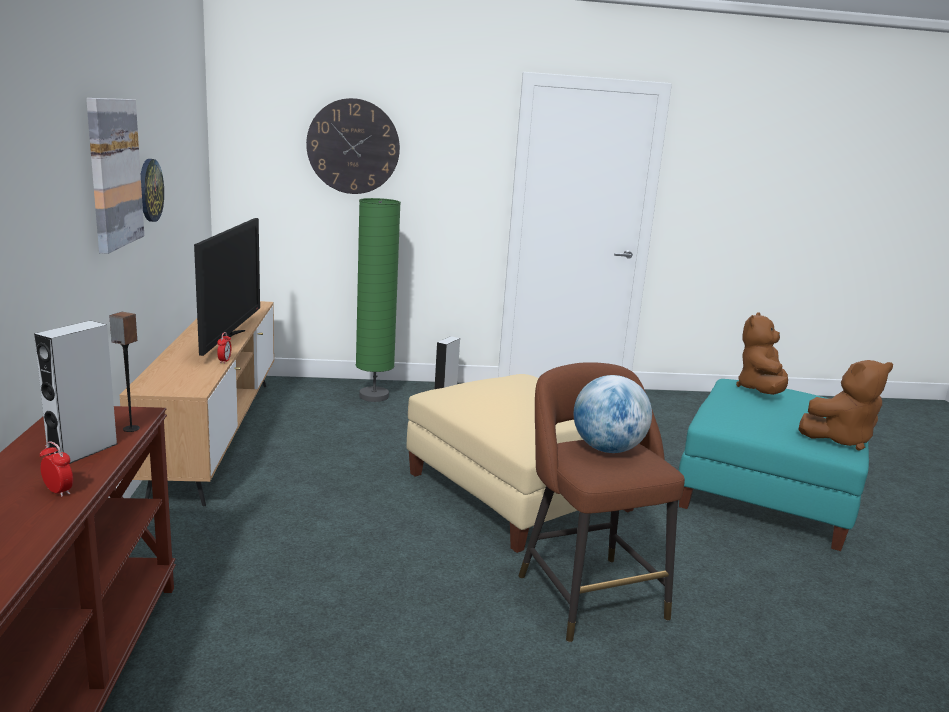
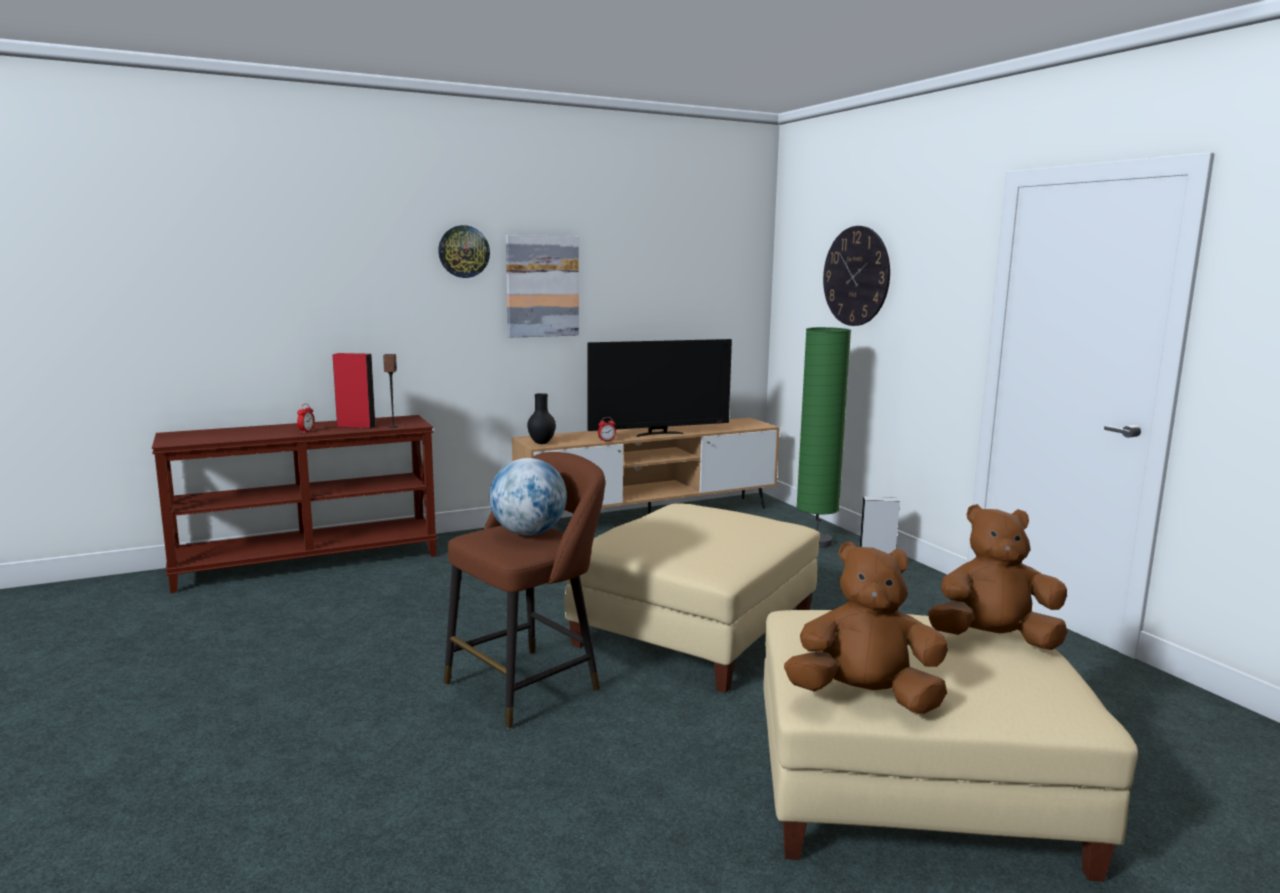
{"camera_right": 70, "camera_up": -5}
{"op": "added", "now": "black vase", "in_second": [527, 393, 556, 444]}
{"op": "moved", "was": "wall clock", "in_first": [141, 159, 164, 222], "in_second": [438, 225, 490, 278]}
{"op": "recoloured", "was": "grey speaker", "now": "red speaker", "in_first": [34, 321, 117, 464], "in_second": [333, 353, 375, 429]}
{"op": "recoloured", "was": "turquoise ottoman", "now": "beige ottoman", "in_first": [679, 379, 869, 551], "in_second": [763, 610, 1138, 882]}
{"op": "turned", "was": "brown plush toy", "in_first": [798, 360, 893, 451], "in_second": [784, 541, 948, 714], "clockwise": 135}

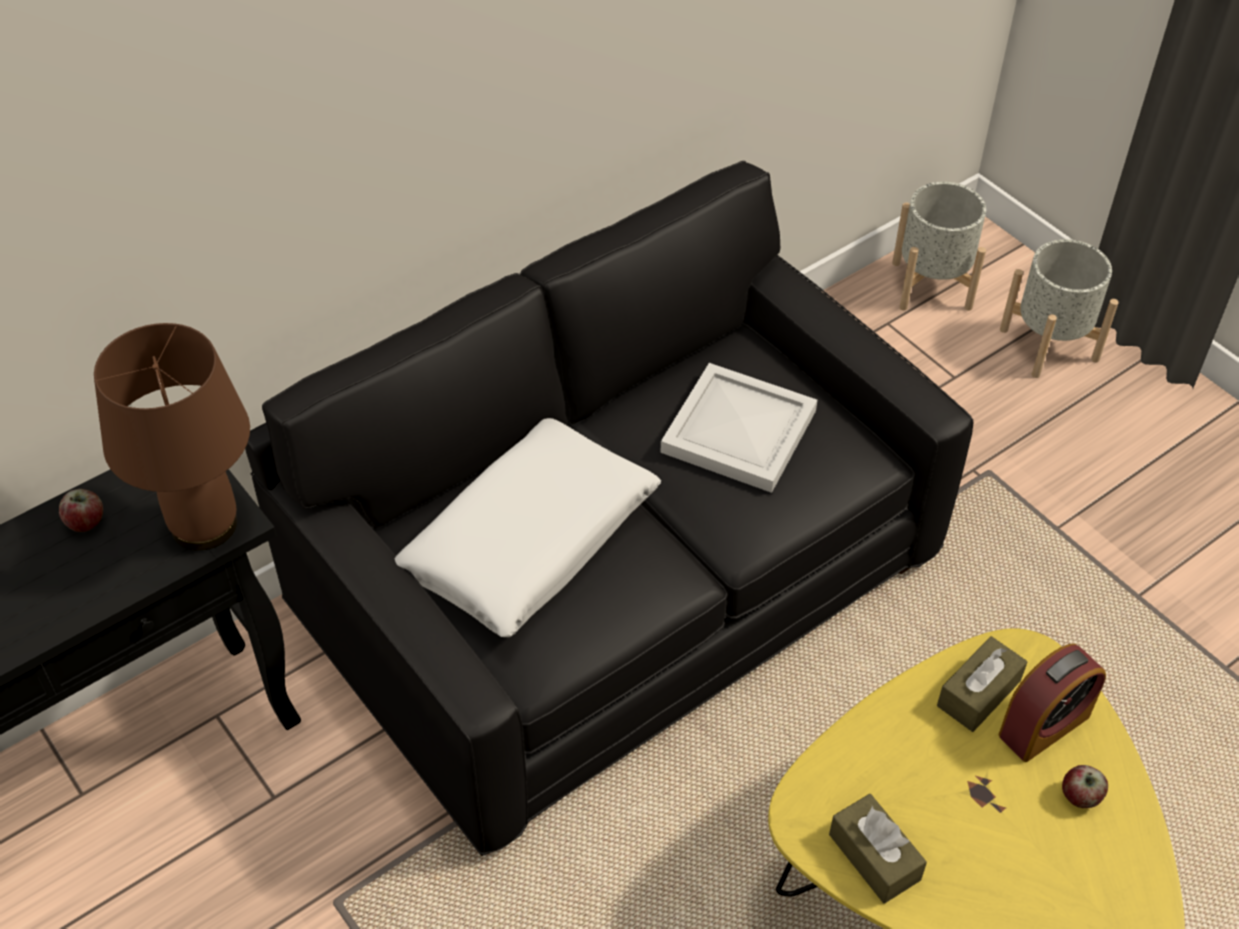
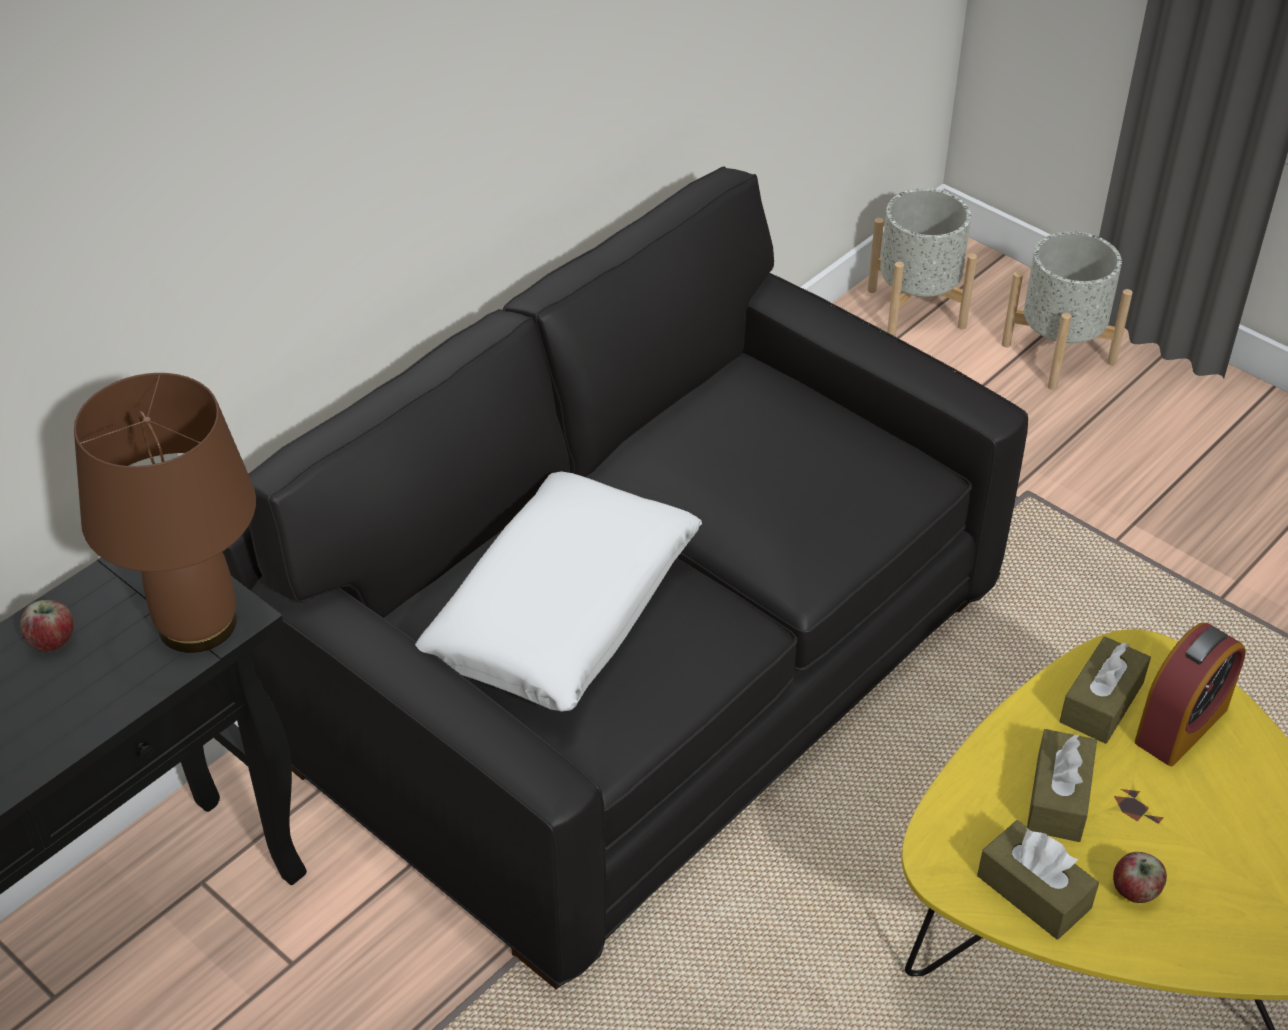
{"camera_right": -10, "camera_up": -5}
{"op": "removed", "was": "white tray", "in_first": [660, 363, 817, 493]}
{"op": "added", "now": "brown tissue box", "in_second": [1027, 729, 1097, 842]}
{"op": "moved", "was": "apple", "in_first": [1062, 765, 1108, 808], "in_second": [1113, 852, 1167, 903]}

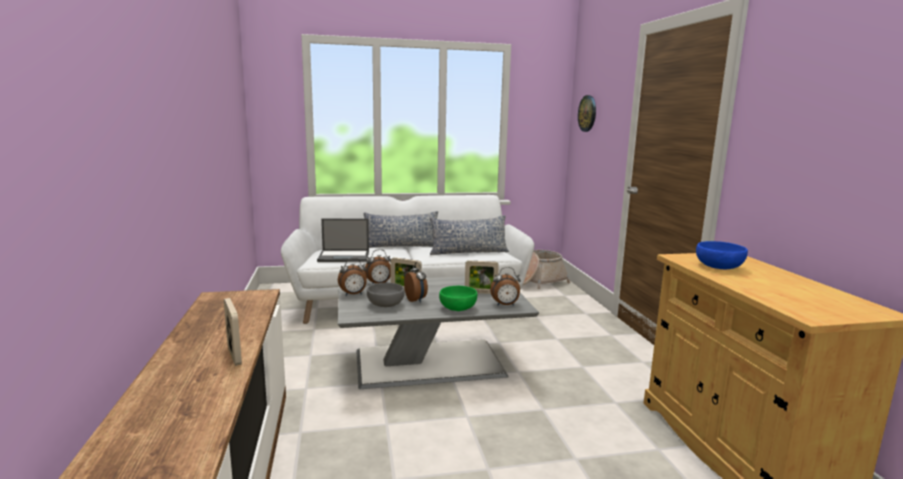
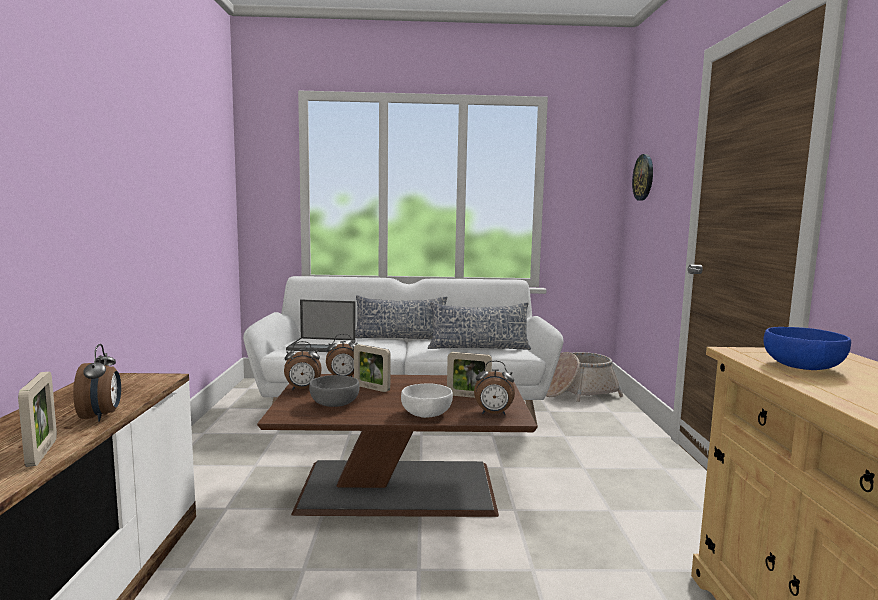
{"camera_right": 10, "camera_up": -5}
{"op": "moved", "was": "alarm clock", "in_first": [404, 262, 428, 303], "in_second": [73, 344, 121, 422]}
{"op": "recoloured", "was": "grey coffee table", "now": "brown coffee table", "in_first": [338, 276, 539, 389], "in_second": [257, 374, 537, 517]}
{"op": "recoloured", "was": "green bowl", "now": "white bowl", "in_first": [439, 286, 477, 311], "in_second": [401, 383, 453, 418]}

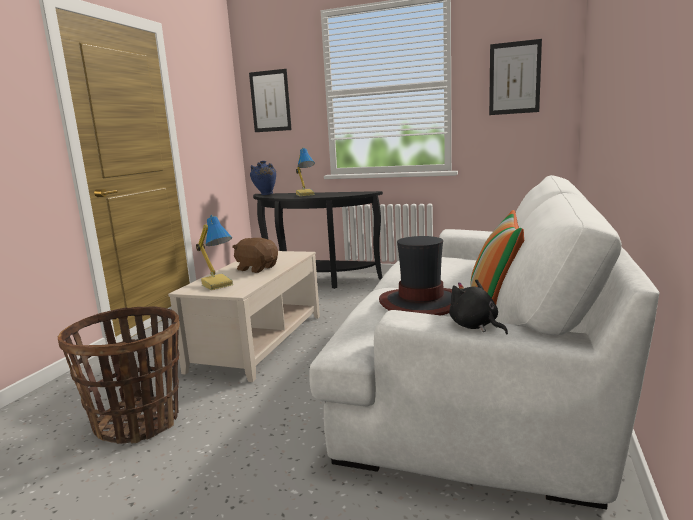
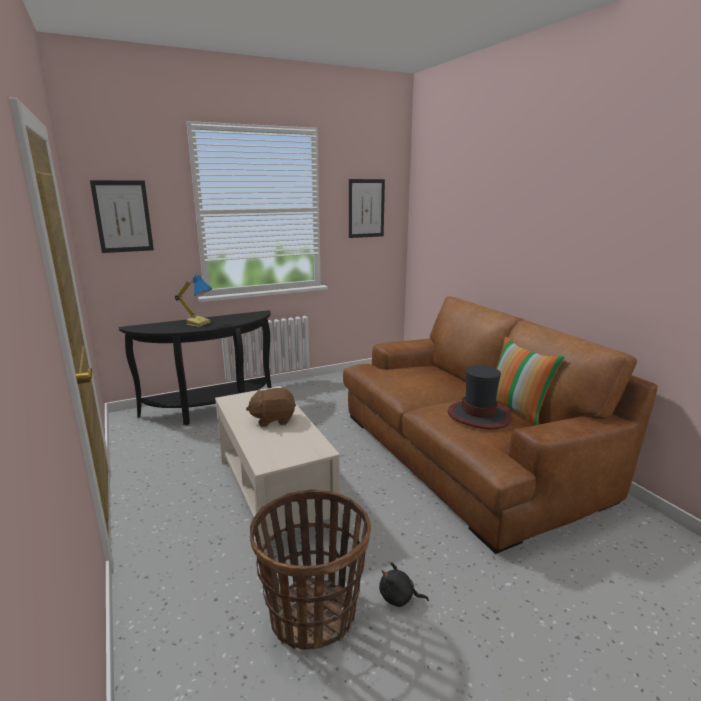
{"camera_right": -45, "camera_up": 5}
{"op": "removed", "was": "table lamp", "in_first": [196, 215, 234, 290]}
{"op": "removed", "was": "blue vase", "in_first": [250, 161, 276, 195]}
{"op": "moved", "was": "black plush toy", "in_first": [449, 279, 508, 334], "in_second": [379, 562, 429, 607]}
{"op": "recoloured", "was": "white sofa", "now": "brown sofa", "in_first": [309, 175, 660, 510], "in_second": [343, 296, 658, 554]}

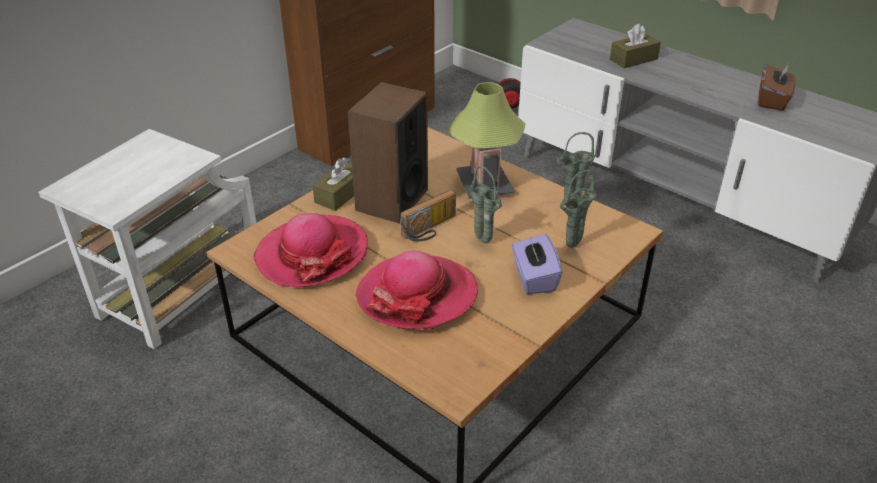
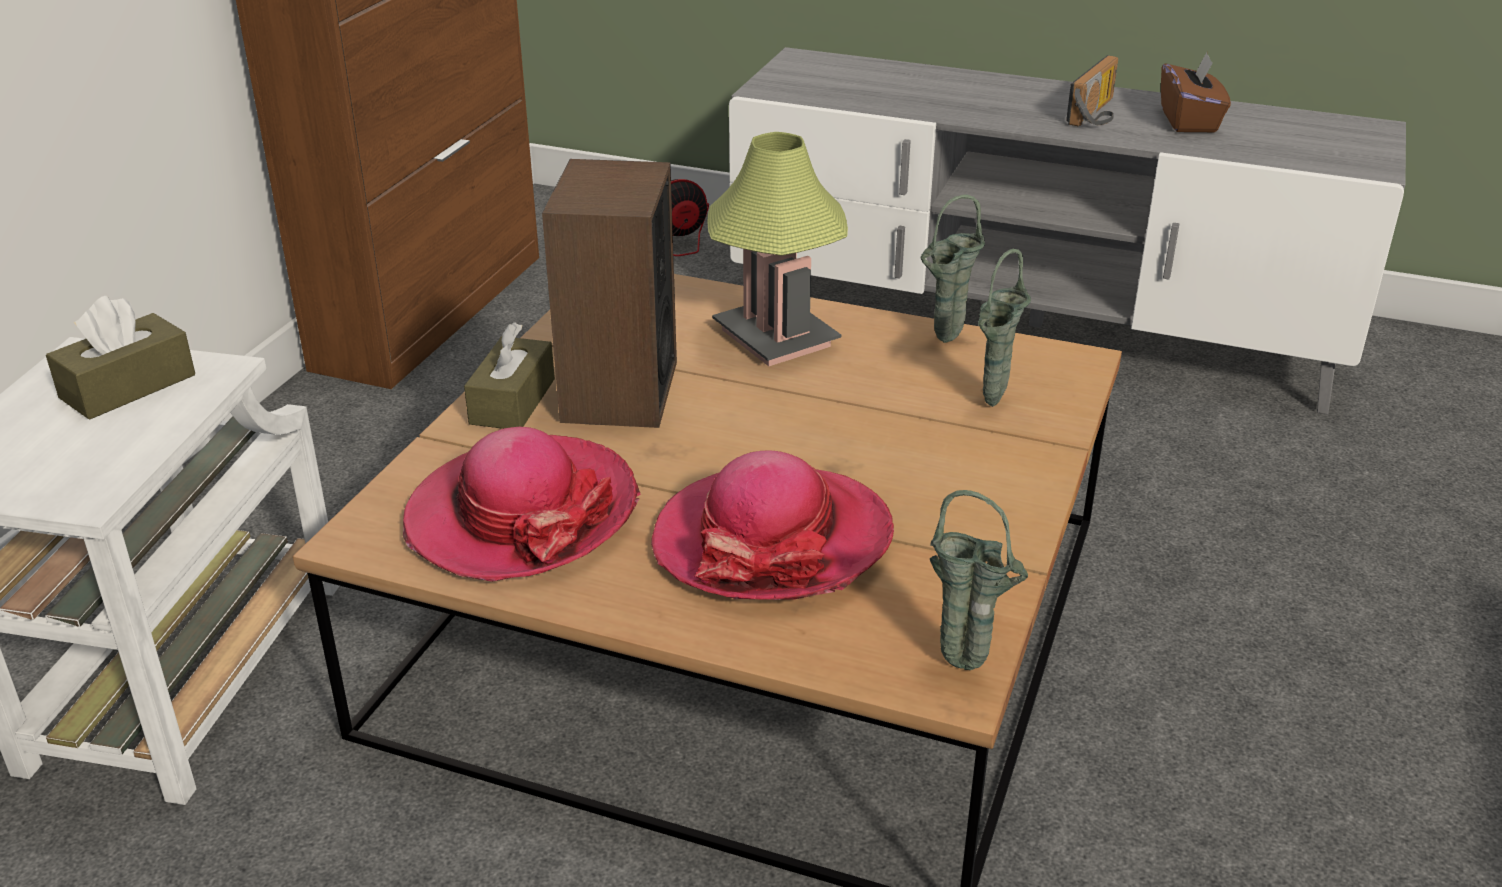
{"camera_right": -20, "camera_up": -5}
{"op": "removed", "was": "purple tissue box", "in_first": [512, 234, 562, 294]}
{"op": "moved", "was": "radio", "in_first": [400, 190, 456, 242], "in_second": [1066, 55, 1118, 126]}
{"op": "moved", "was": "green vase", "in_first": [470, 165, 502, 243], "in_second": [930, 490, 1028, 670]}
{"op": "moved", "was": "brown tissue box", "in_first": [610, 24, 661, 68], "in_second": [46, 296, 195, 420]}

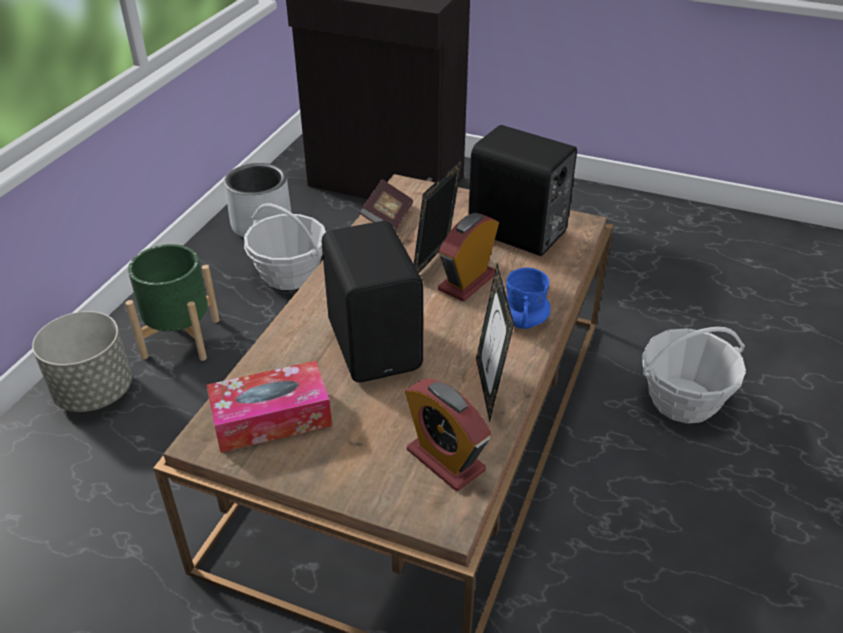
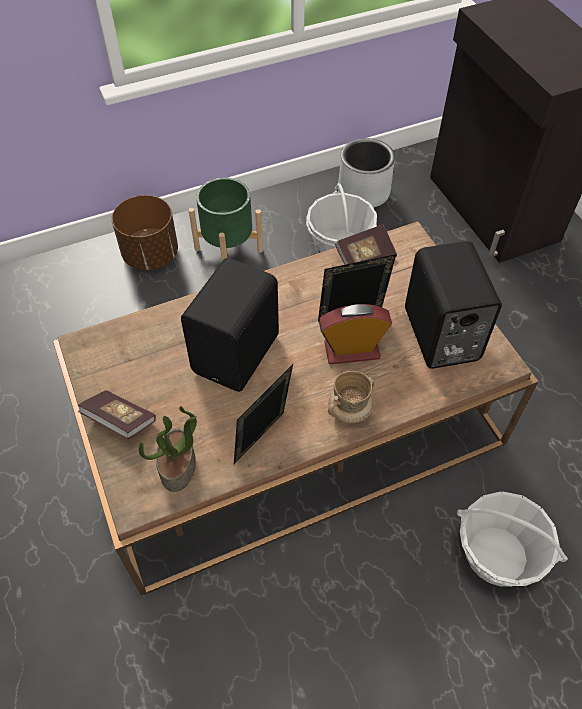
{"camera_right": 45, "camera_up": 15}
{"op": "removed", "was": "tissue box", "in_first": [207, 361, 332, 453]}
{"op": "added", "now": "book", "in_second": [78, 390, 156, 439]}
{"op": "replaced", "was": "alarm clock", "now": "potted plant", "in_first": [405, 379, 491, 491], "in_second": [139, 406, 197, 492]}
{"op": "recoloured", "was": "grey planter", "now": "brown planter", "in_first": [32, 311, 132, 412], "in_second": [112, 195, 178, 270]}
{"op": "recoloured", "was": "blue mug", "now": "beige mug", "in_first": [506, 268, 551, 329], "in_second": [328, 371, 375, 423]}

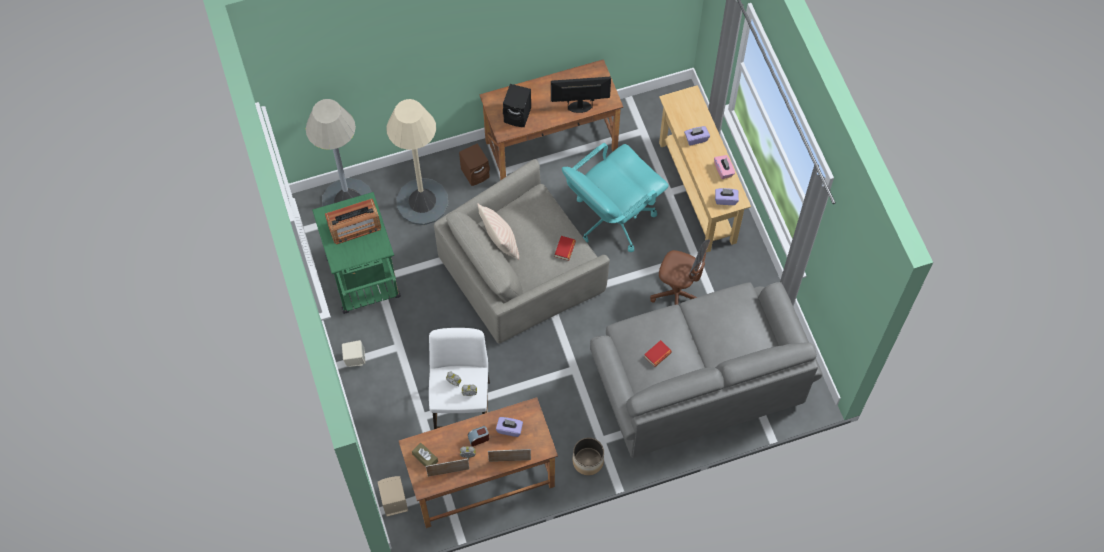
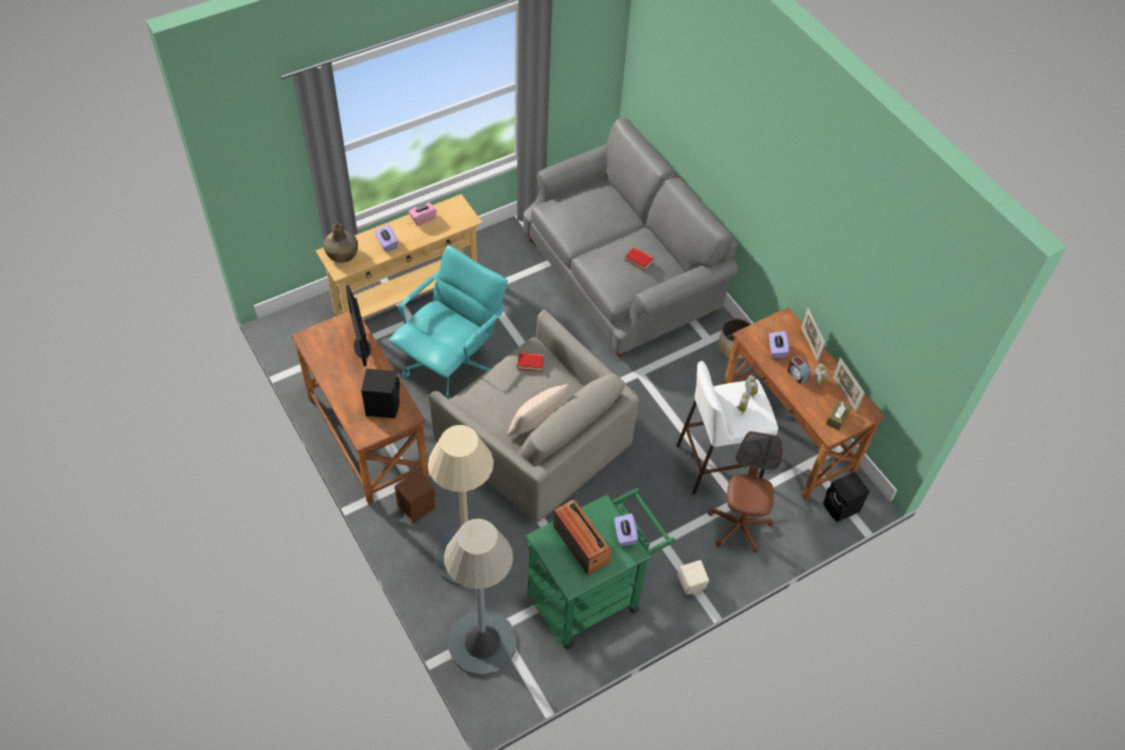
{"camera_right": -105, "camera_up": -10}
{"op": "added", "now": "green bottle", "in_second": [323, 223, 358, 263]}
{"op": "moved", "was": "brown office chair", "in_first": [650, 239, 710, 305], "in_second": [708, 431, 782, 553]}
{"op": "moved", "was": "purple tissue box", "in_first": [715, 188, 739, 205], "in_second": [614, 513, 638, 546]}
{"op": "recoloured", "was": "beige speaker", "now": "black speaker", "in_first": [378, 476, 408, 517], "in_second": [823, 472, 870, 522]}
{"op": "turned", "was": "turquoise office chair", "in_first": [562, 143, 669, 252], "in_second": [389, 245, 508, 400], "clockwise": -90}

